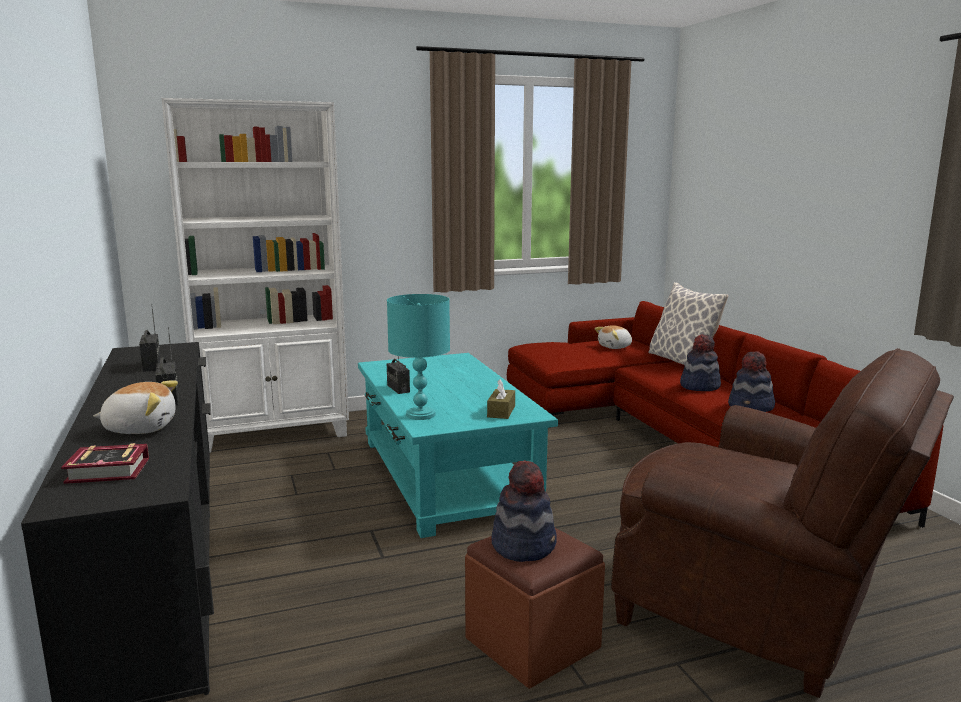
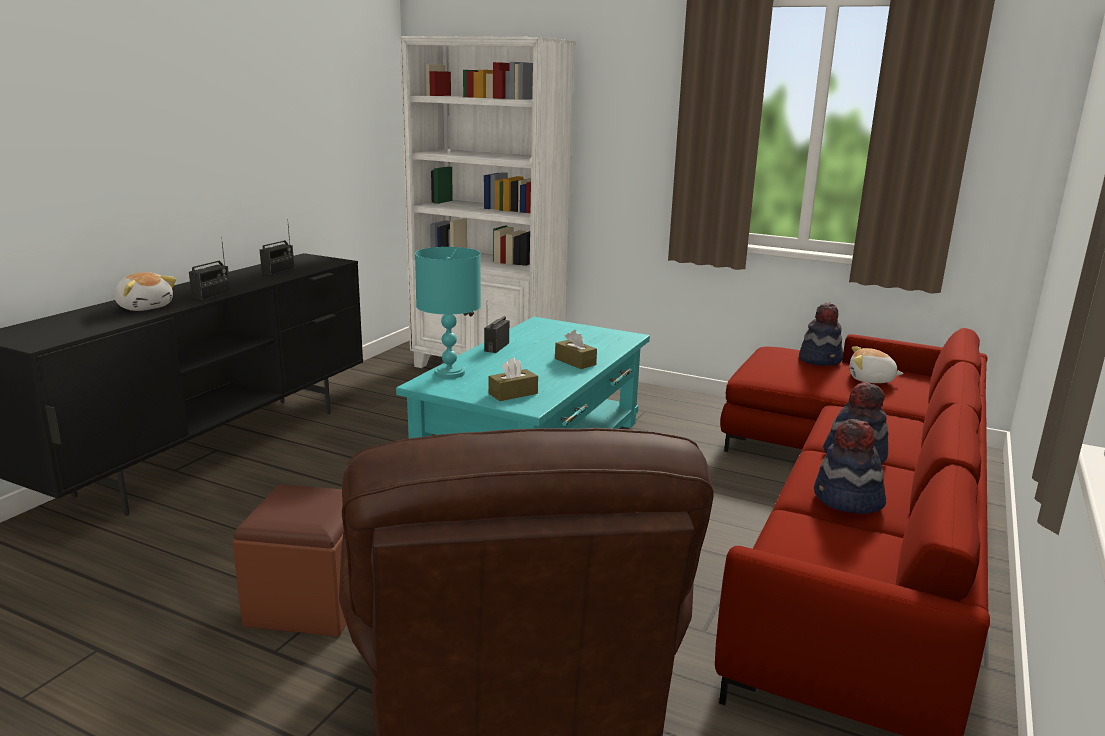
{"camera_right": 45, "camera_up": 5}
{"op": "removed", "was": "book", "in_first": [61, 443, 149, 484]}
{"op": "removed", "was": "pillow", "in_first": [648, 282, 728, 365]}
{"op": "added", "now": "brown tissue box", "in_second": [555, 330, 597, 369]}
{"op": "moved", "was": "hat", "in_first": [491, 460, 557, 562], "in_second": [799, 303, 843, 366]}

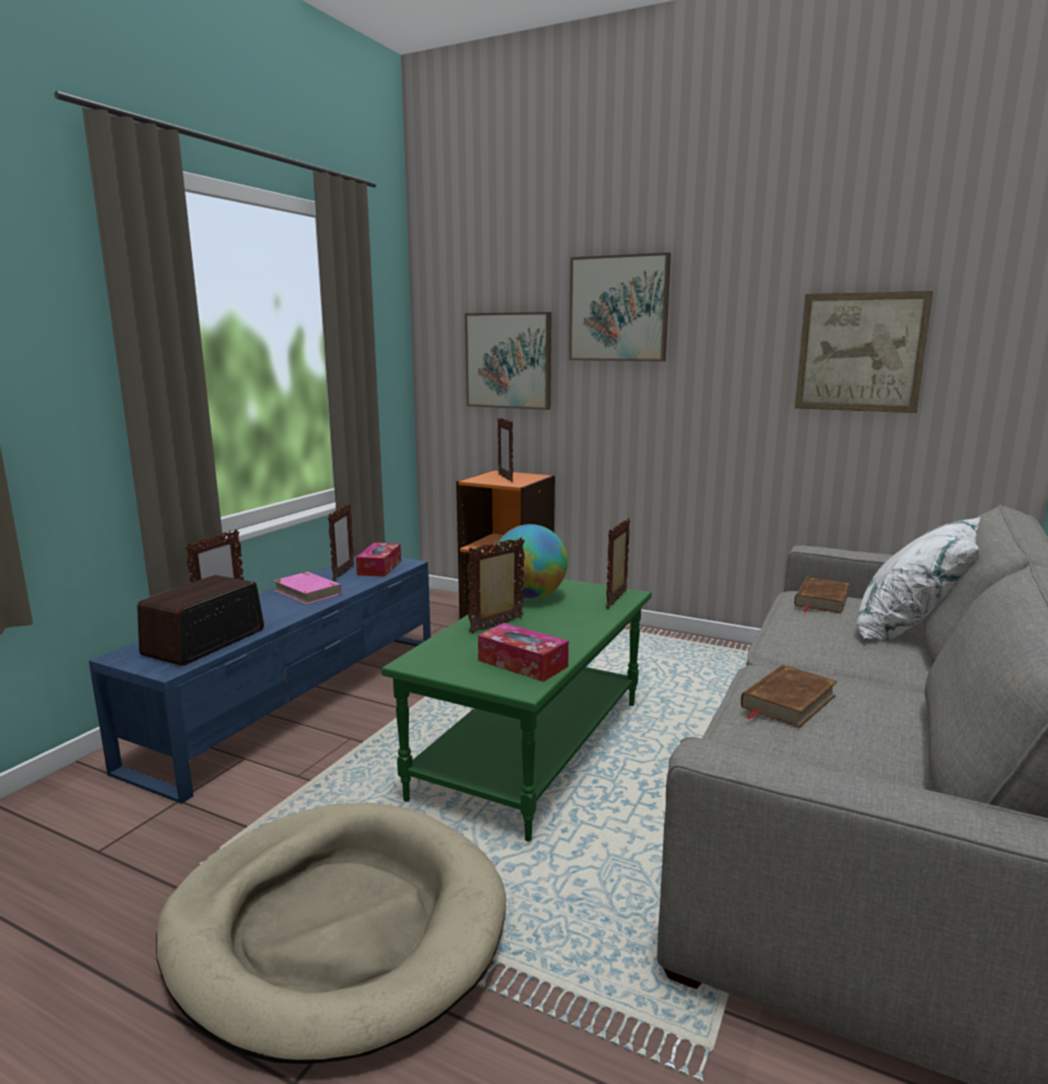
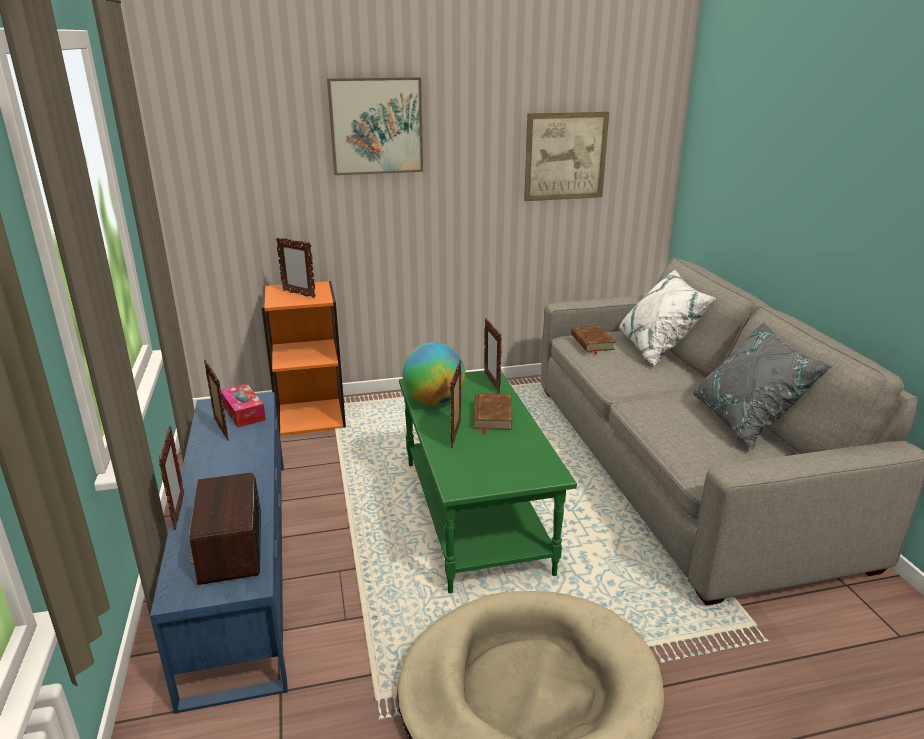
{"camera_right": -40, "camera_up": 10}
{"op": "removed", "was": "pink book", "in_first": [273, 572, 342, 604]}
{"op": "removed", "was": "picture", "in_first": [465, 312, 552, 410]}
{"op": "removed", "was": "tissue box", "in_first": [478, 623, 569, 682]}
{"op": "added", "now": "grey pillow", "in_second": [693, 321, 832, 449]}
{"op": "moved", "was": "brown book", "in_first": [741, 665, 838, 728], "in_second": [473, 394, 513, 435]}

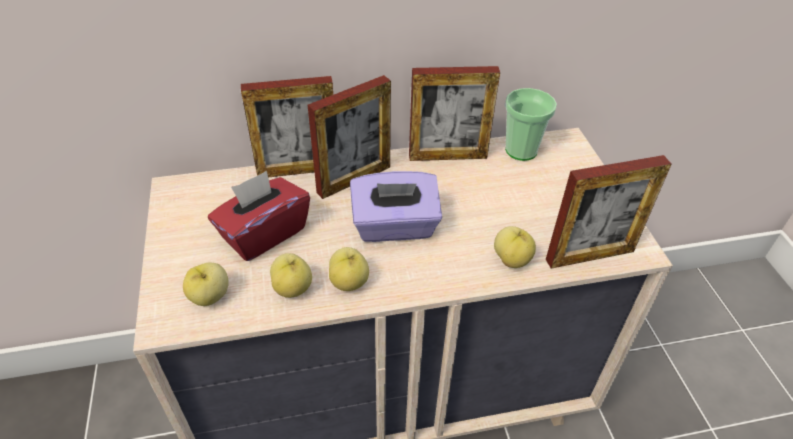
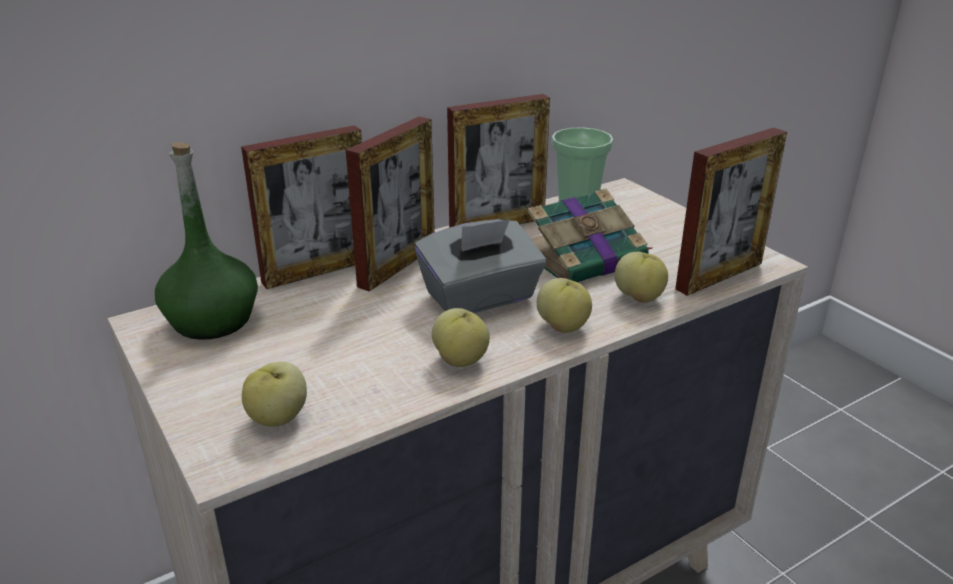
{"camera_right": -20, "camera_up": -15}
{"op": "removed", "was": "red tissue box", "in_first": [208, 171, 310, 261]}
{"op": "added", "now": "green bottle", "in_second": [155, 142, 258, 340]}
{"op": "added", "now": "book", "in_second": [527, 189, 652, 283]}
{"op": "moved", "was": "apple", "in_first": [270, 253, 312, 298], "in_second": [537, 278, 592, 333]}
{"op": "recoloured", "was": "purple tissue box", "now": "grey tissue box", "in_first": [350, 171, 442, 242], "in_second": [415, 219, 546, 313]}

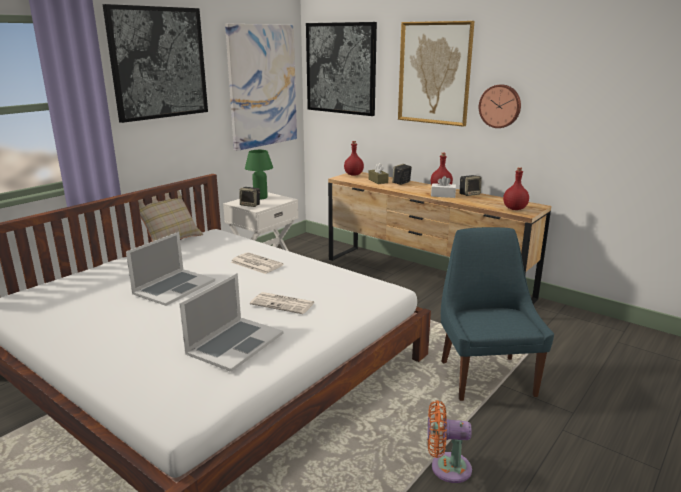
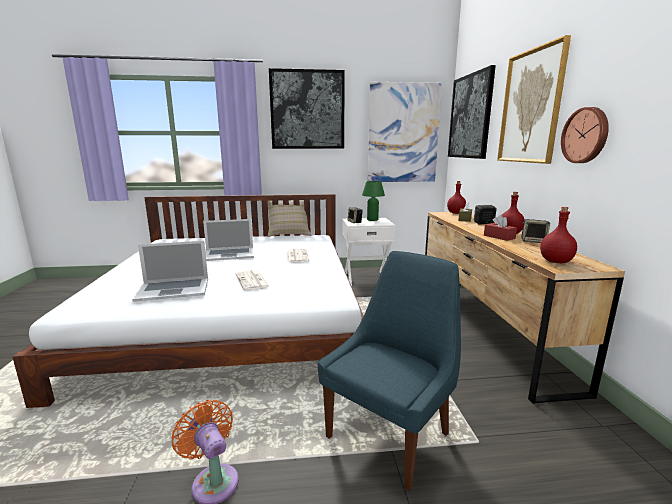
{"camera_right": 45, "camera_up": -5}
{"op": "recoloured", "was": "white tissue box", "now": "red tissue box", "in_first": [431, 176, 456, 198], "in_second": [484, 215, 517, 241]}

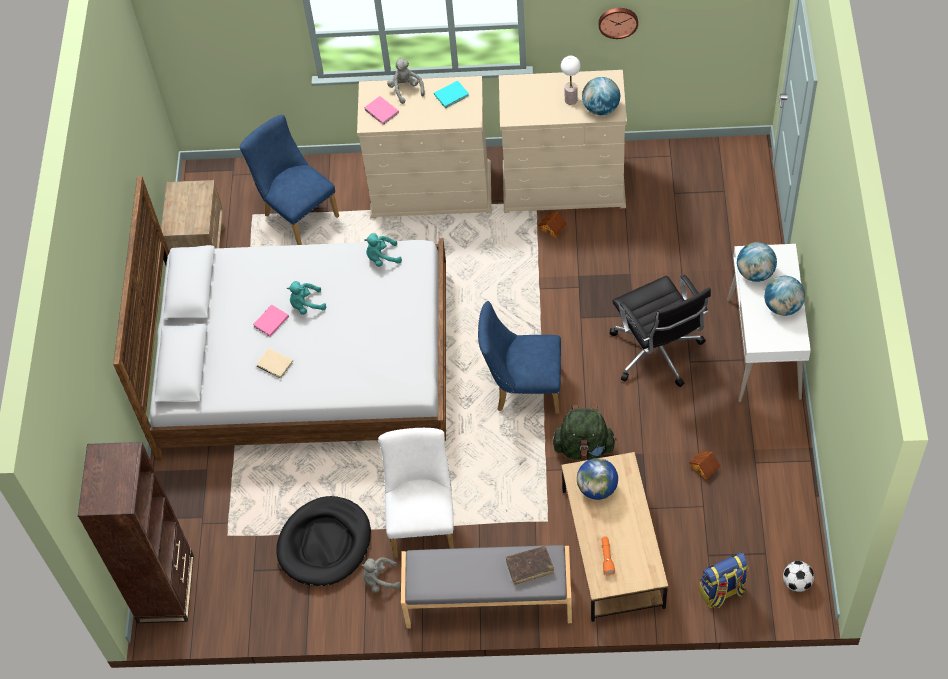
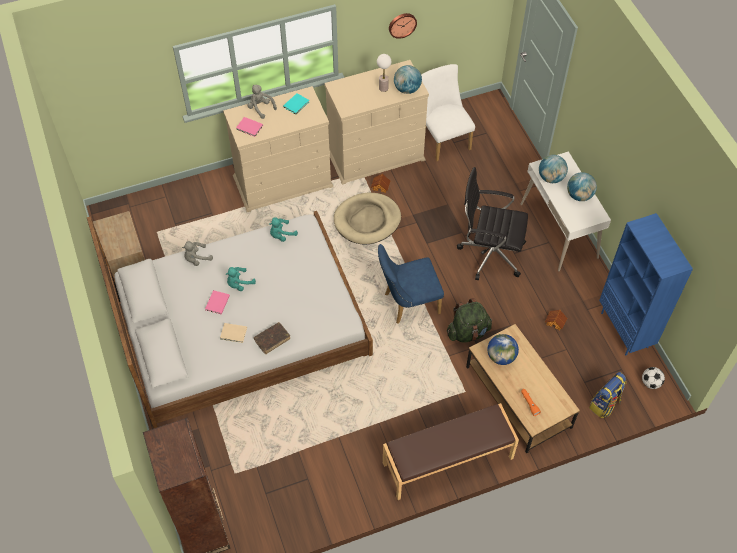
{"camera_right": -25, "camera_up": 0}
{"op": "removed", "was": "blue chair", "in_first": [240, 115, 339, 245]}
{"op": "removed", "was": "black dog bed", "in_first": [276, 496, 371, 586]}
{"op": "added", "now": "beige dog bed", "in_second": [334, 192, 401, 245]}
{"op": "added", "now": "blue bookcase", "in_second": [599, 213, 693, 355]}
{"op": "moved", "was": "grey plush toy", "in_first": [360, 557, 401, 593], "in_second": [182, 241, 213, 266]}
{"op": "moved", "was": "white chair", "in_first": [378, 428, 454, 558], "in_second": [421, 64, 475, 161]}
{"op": "moved", "was": "brown book", "in_first": [506, 546, 554, 585], "in_second": [254, 322, 290, 354]}
{"op": "recoloured", "was": "grey bench", "now": "brown bench", "in_first": [401, 545, 572, 628], "in_second": [383, 403, 519, 500]}
{"op": "turned", "was": "black office chair", "in_first": [609, 275, 711, 387], "in_second": [457, 167, 528, 280], "clockwise": 150}

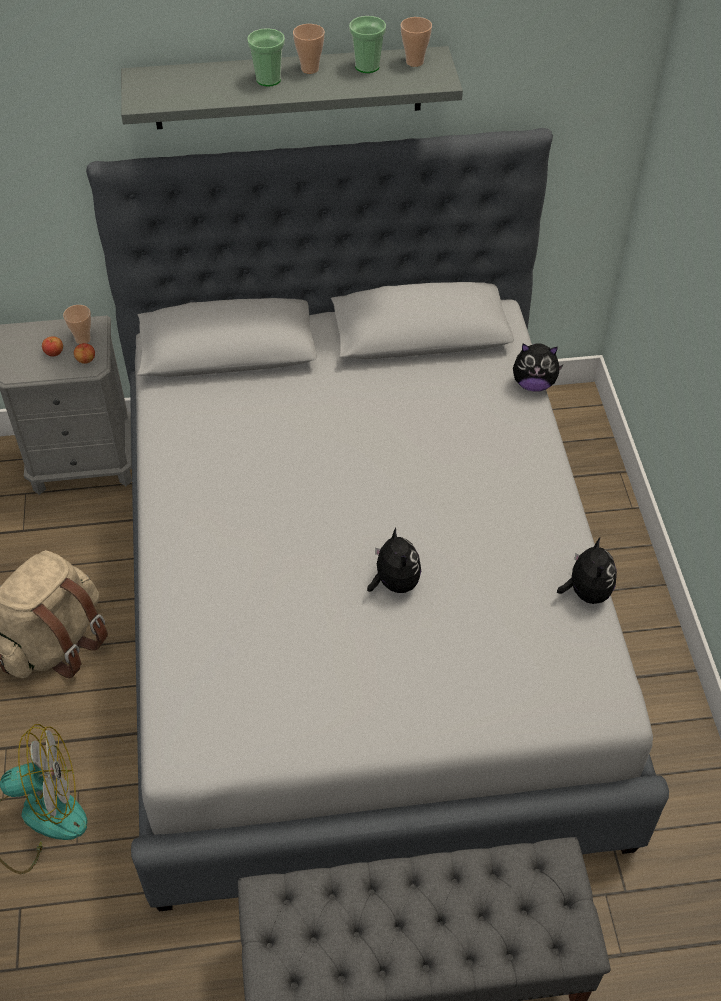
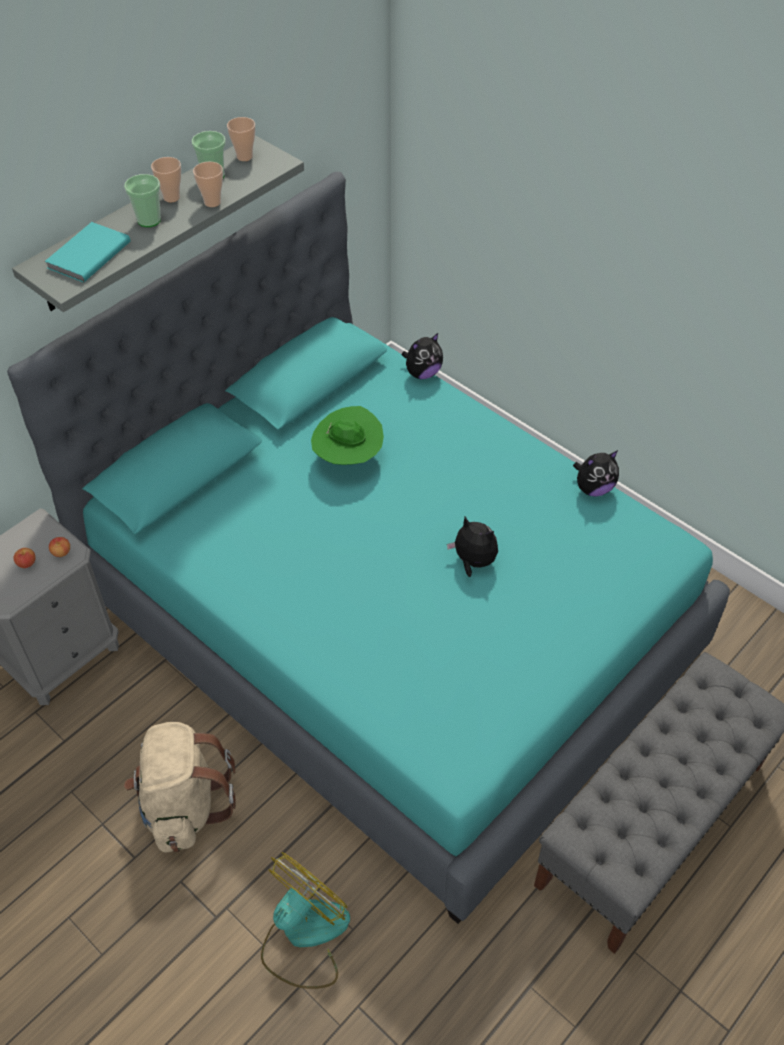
{"camera_right": -40, "camera_up": 0}
{"op": "added", "now": "turquoise book", "in_second": [45, 222, 130, 283]}
{"op": "added", "now": "green hat", "in_second": [311, 406, 384, 465]}
{"op": "moved", "was": "cup", "in_first": [63, 305, 91, 344], "in_second": [193, 162, 223, 207]}
{"op": "recoloured", "was": "grey bed", "now": "turquoise bed", "in_first": [86, 128, 669, 911], "in_second": [7, 172, 730, 924]}
{"op": "turned", "was": "plush toy", "in_first": [557, 538, 617, 604], "in_second": [573, 450, 619, 497], "clockwise": 105}

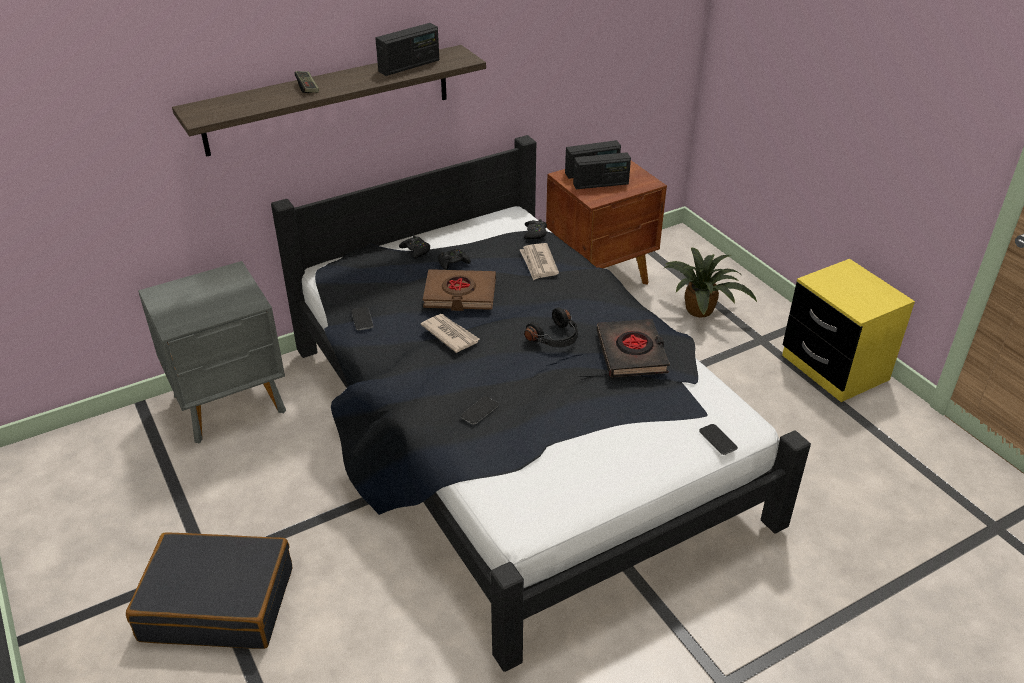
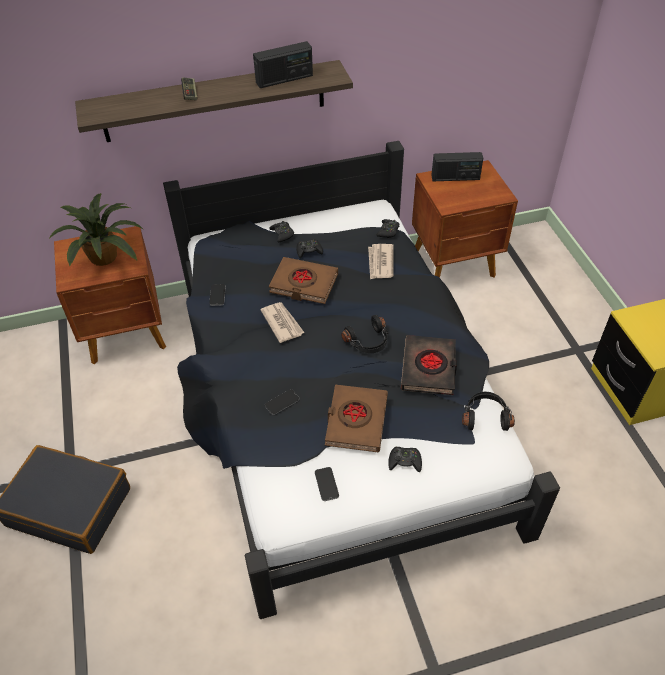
{"camera_right": 15, "camera_up": 10}
{"op": "removed", "was": "radio", "in_first": [573, 152, 631, 189]}
{"op": "added", "now": "brown book", "in_second": [325, 385, 388, 452]}
{"op": "added", "now": "black game controller", "in_second": [388, 447, 422, 472]}
{"op": "added", "now": "black headphones", "in_second": [462, 392, 515, 431]}
{"op": "moved", "was": "potted plant", "in_first": [663, 248, 757, 317], "in_second": [49, 193, 143, 266]}
{"op": "moved", "was": "phone", "in_first": [699, 424, 738, 455], "in_second": [315, 467, 339, 501]}
{"op": "recoloured", "was": "grey nightstand", "now": "brown nightstand", "in_first": [138, 261, 286, 443], "in_second": [54, 226, 166, 364]}

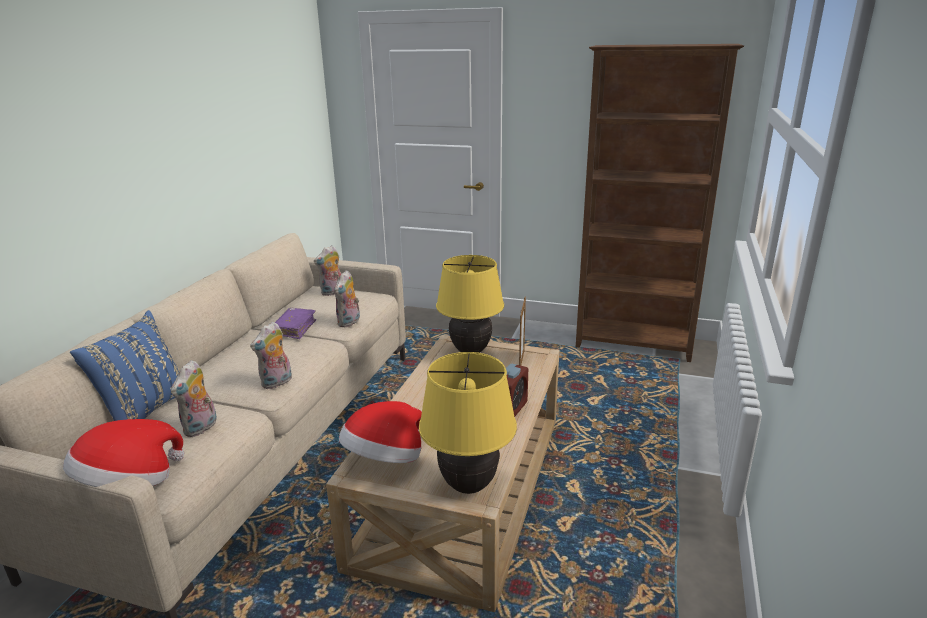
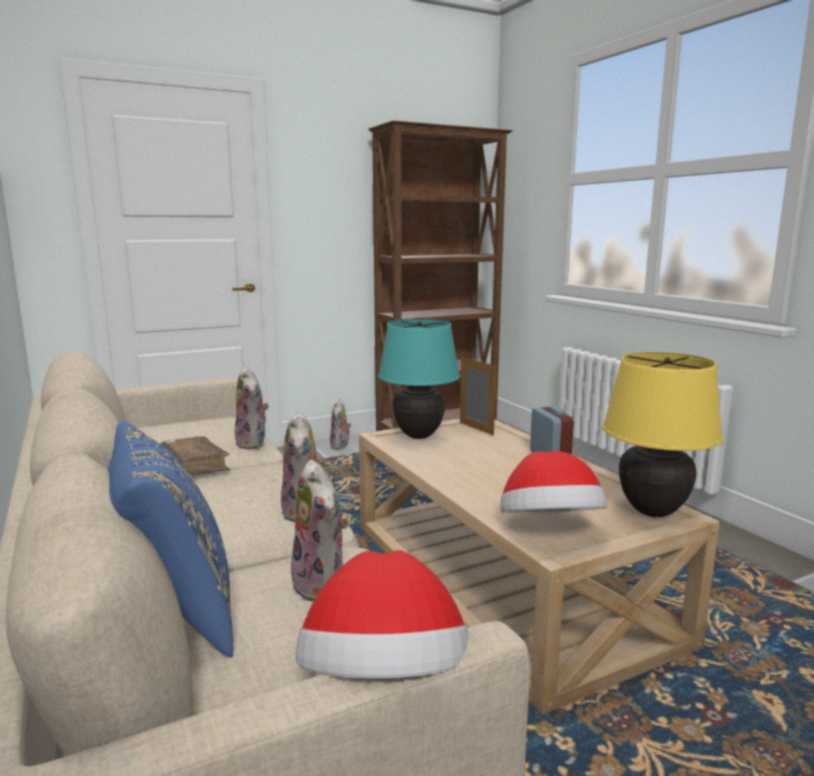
{"camera_right": -45, "camera_up": -10}
{"op": "moved", "was": "plush toy", "in_first": [314, 245, 342, 296], "in_second": [330, 399, 351, 450]}
{"op": "recoloured", "was": "purple book", "now": "brown book", "in_first": [275, 308, 316, 339], "in_second": [161, 436, 230, 475]}
{"op": "recoloured", "was": "yellow table lamp", "now": "turquoise table lamp", "in_first": [436, 255, 504, 353], "in_second": [378, 319, 460, 439]}

